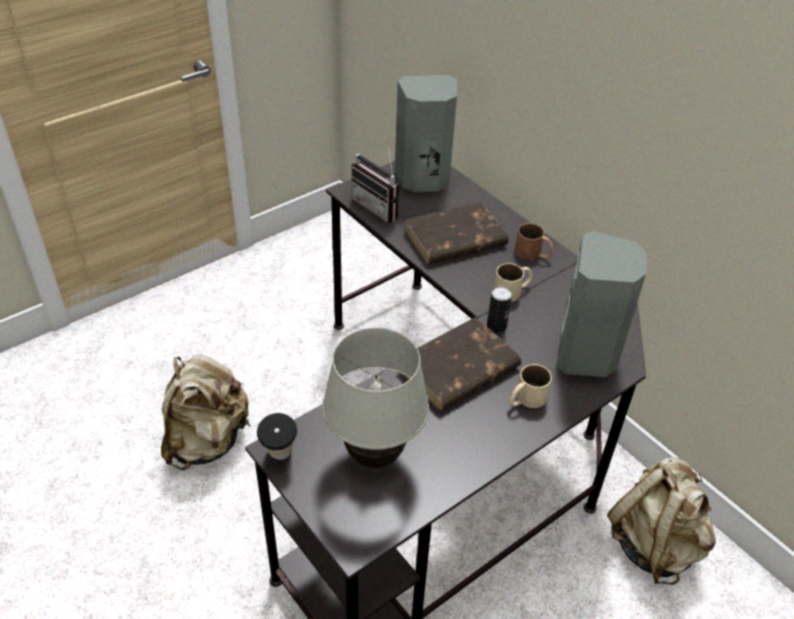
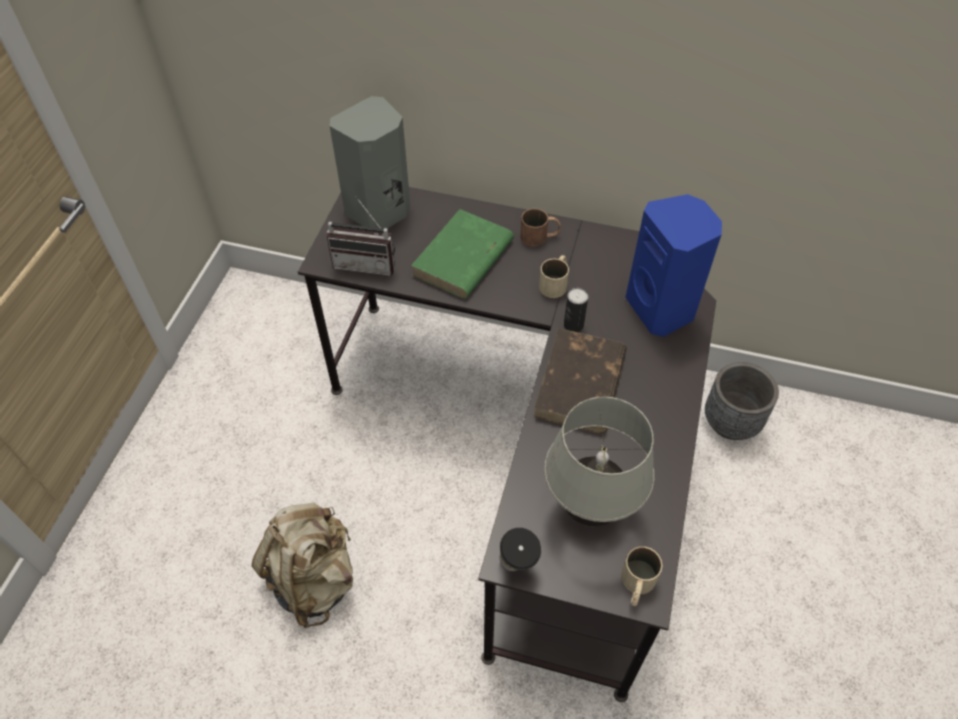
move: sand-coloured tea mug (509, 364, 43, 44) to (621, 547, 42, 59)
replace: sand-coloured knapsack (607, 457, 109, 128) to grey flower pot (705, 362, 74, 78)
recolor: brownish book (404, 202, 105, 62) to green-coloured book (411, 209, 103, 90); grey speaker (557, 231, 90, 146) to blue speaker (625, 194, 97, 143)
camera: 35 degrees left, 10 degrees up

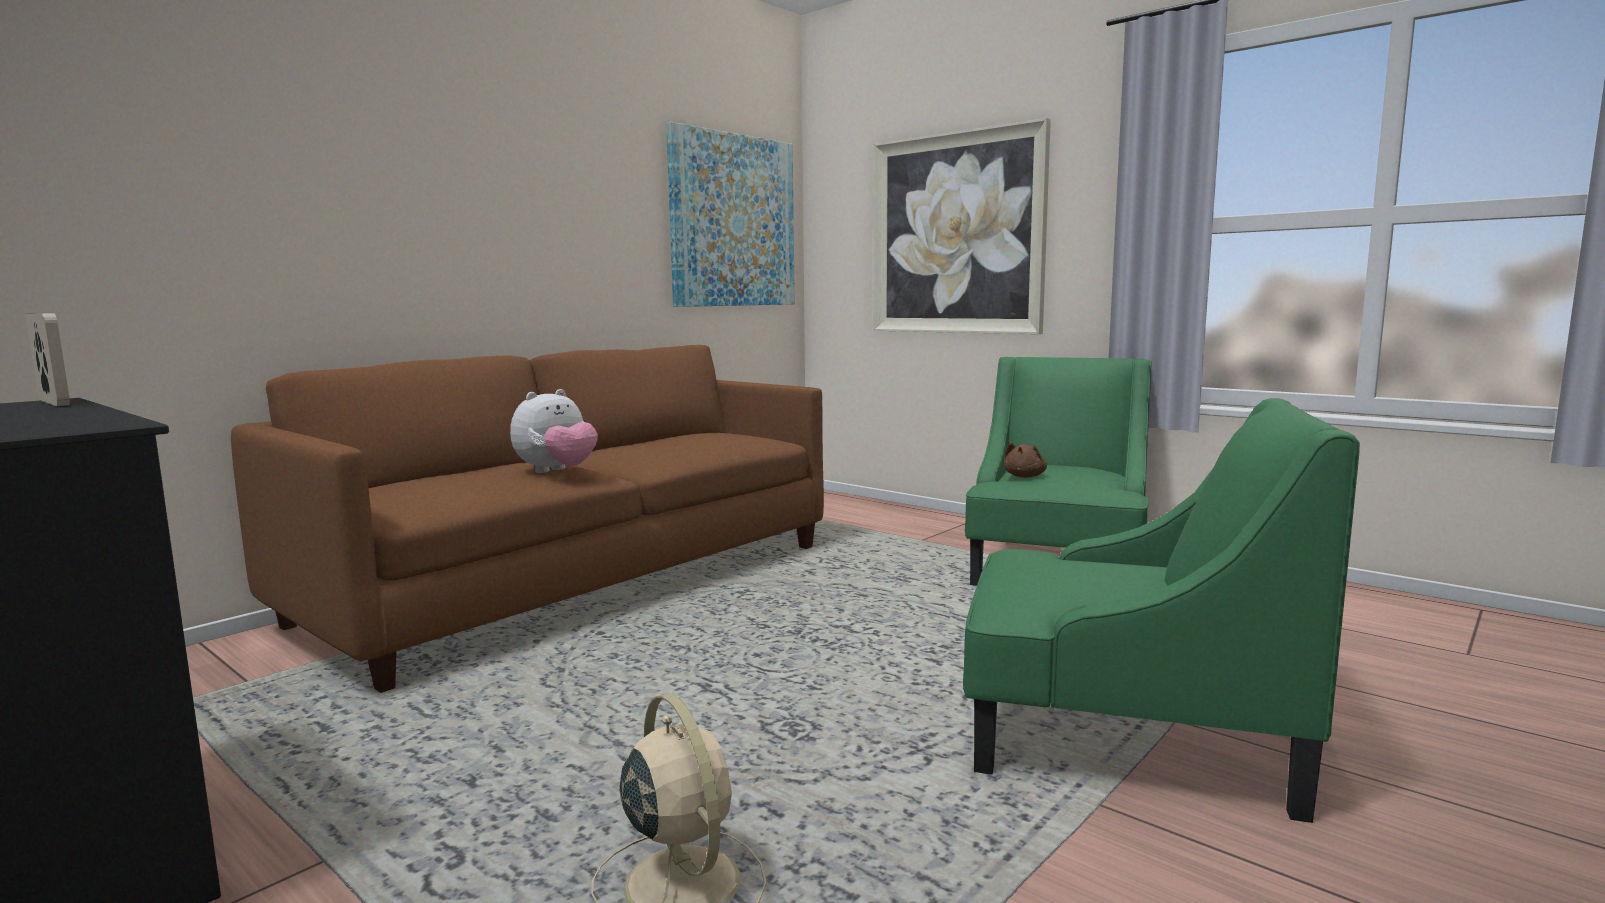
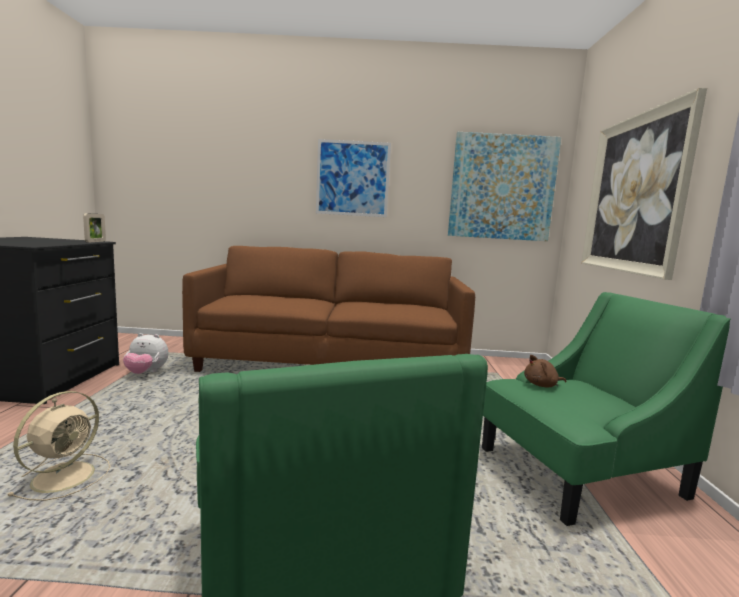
insert: picture (316, 139, 75, 78)
move: cuddly toy (510, 389, 88, 84) to (123, 333, 45, 41)
camera: 50 degrees right, 0 degrees up

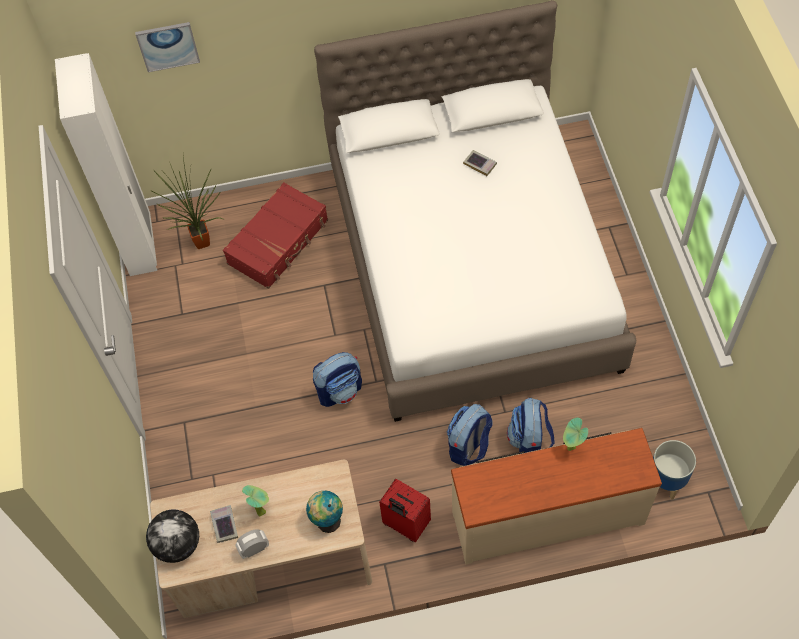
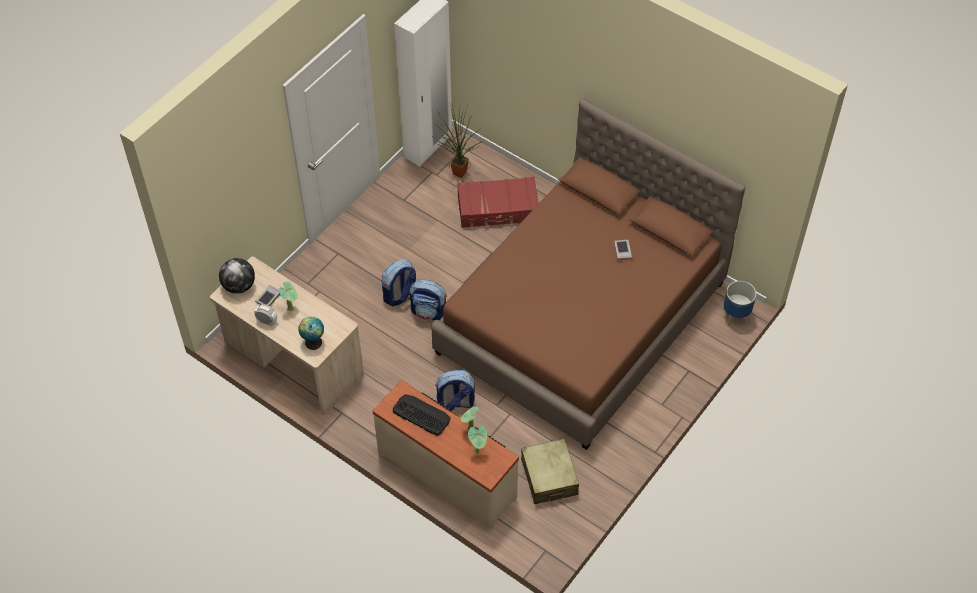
delete: picture (135, 22, 65, 50); red suitcase (379, 479, 52, 63)
insert: keyboard (393, 394, 58, 42); potted plant (468, 425, 19, 29); sand-coloured suitcase (521, 439, 58, 65)
move: knapsack (507, 398, 48, 56) to (382, 259, 34, 47); flower pot (653, 440, 43, 60) to (723, 281, 33, 45)
recolor: white bedroom bed (314, 0, 322, 422) to brownish bedroom bed (432, 98, 314, 352)
camera: 45 degrees right, 5 degrees down

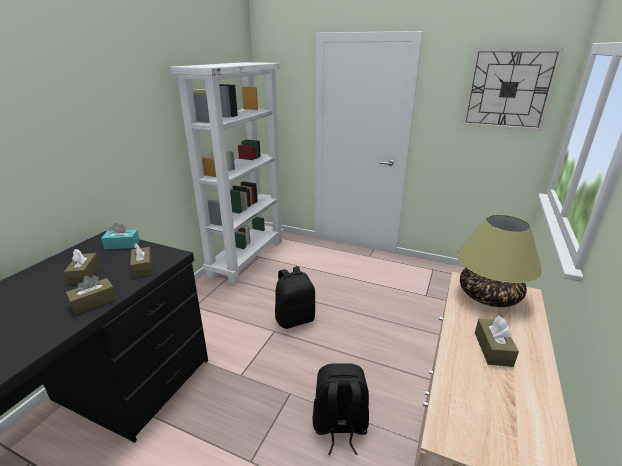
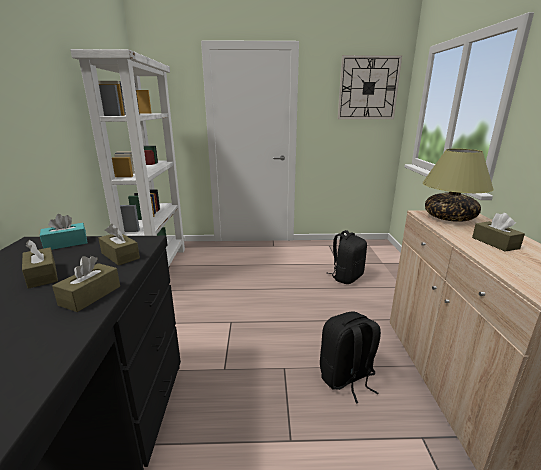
move: blackish knapsack (275, 266, 40, 63) to (327, 230, 40, 54)
camera: 25 degrees left, 5 degrees down

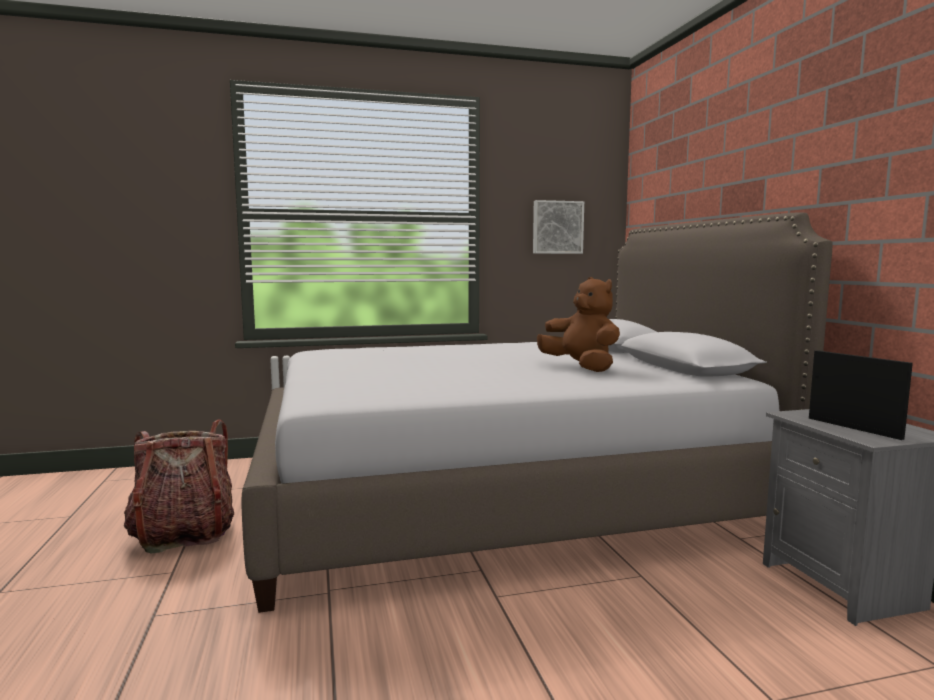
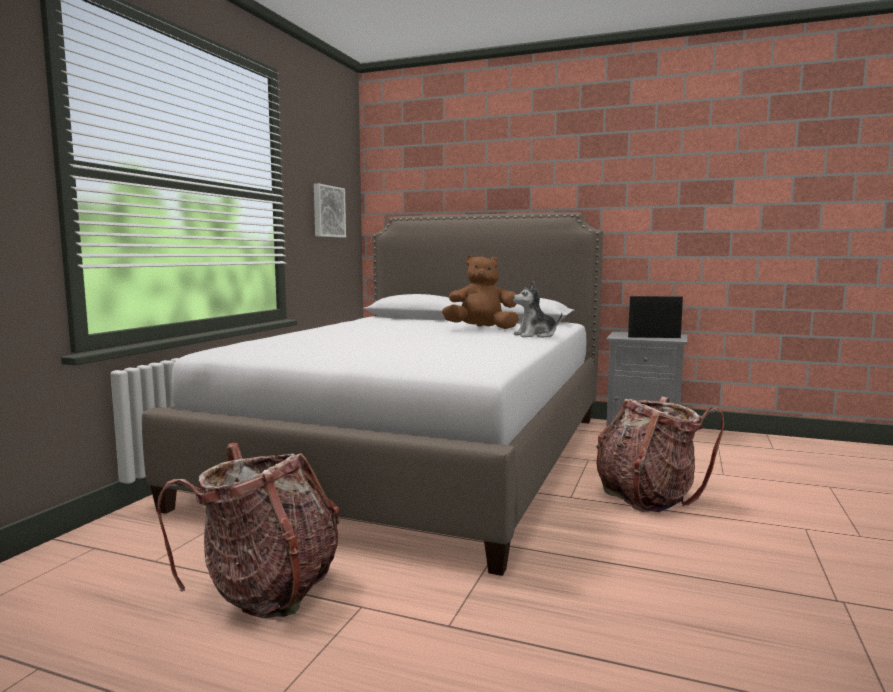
insert: cuddly toy (513, 281, 49, 57); knapsack (596, 396, 128, 116)
camera: 55 degrees left, 0 degrees up

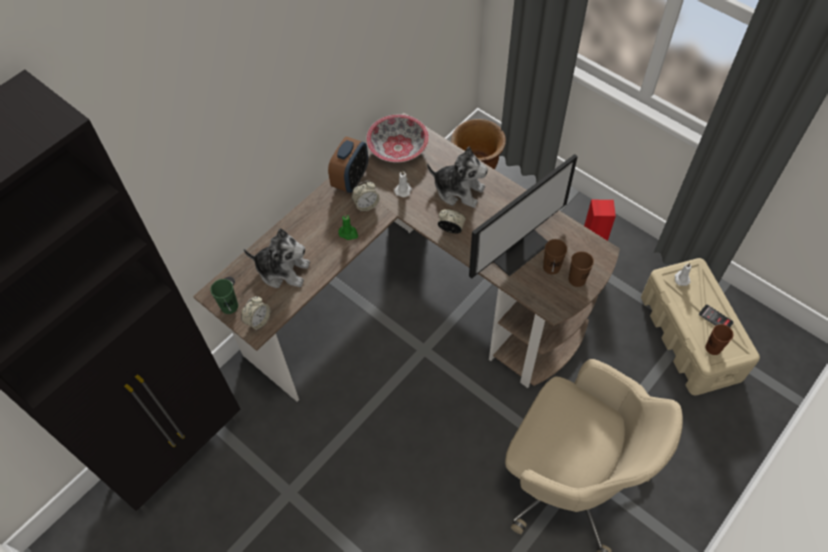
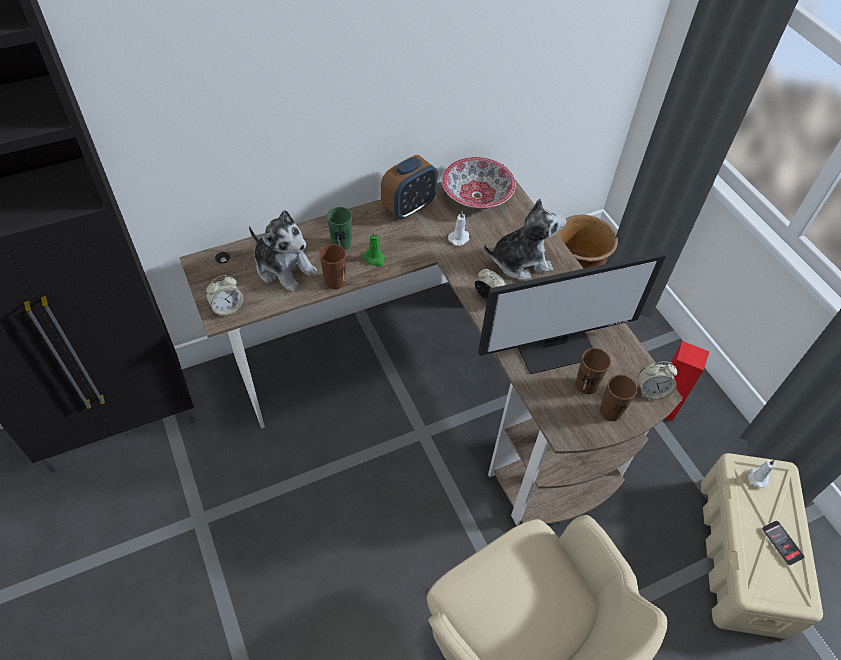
move: green-coloured cup (210, 279, 28, 35) to (327, 207, 25, 43); alarm clock (352, 181, 28, 31) to (638, 361, 40, 39); brownish cup (705, 324, 28, 31) to (320, 244, 26, 45)
rotate: cuddly toy (427, 147, 61, 61) = (484, 199, 82, 81) 60 degrees counterclockwise
camera: 20 degrees right, 5 degrees down

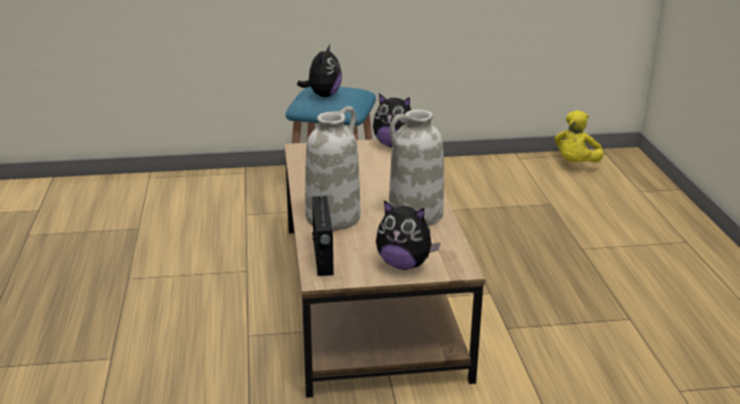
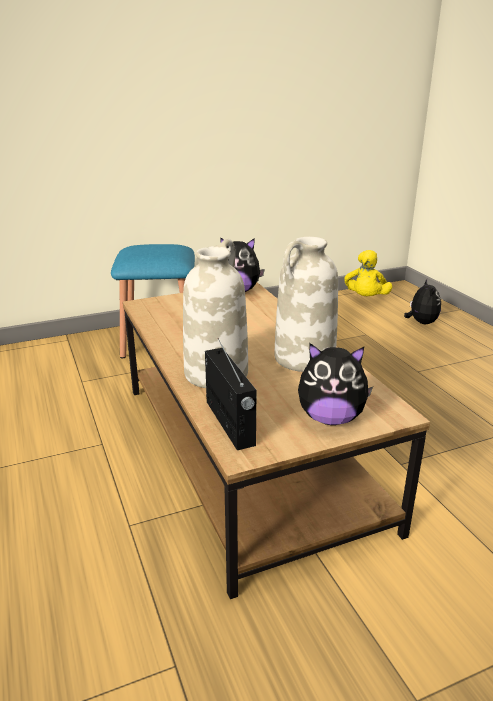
move: cuddly toy (297, 45, 45, 52) to (404, 279, 37, 45)
camera: 15 degrees left, 0 degrees up

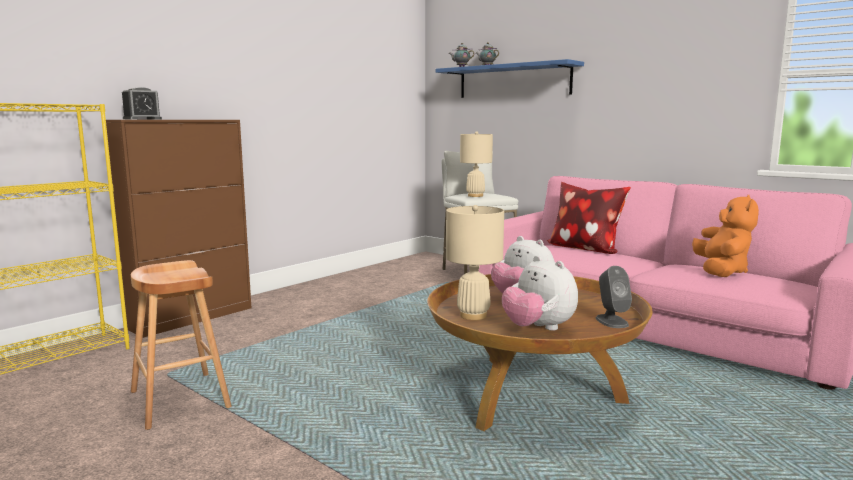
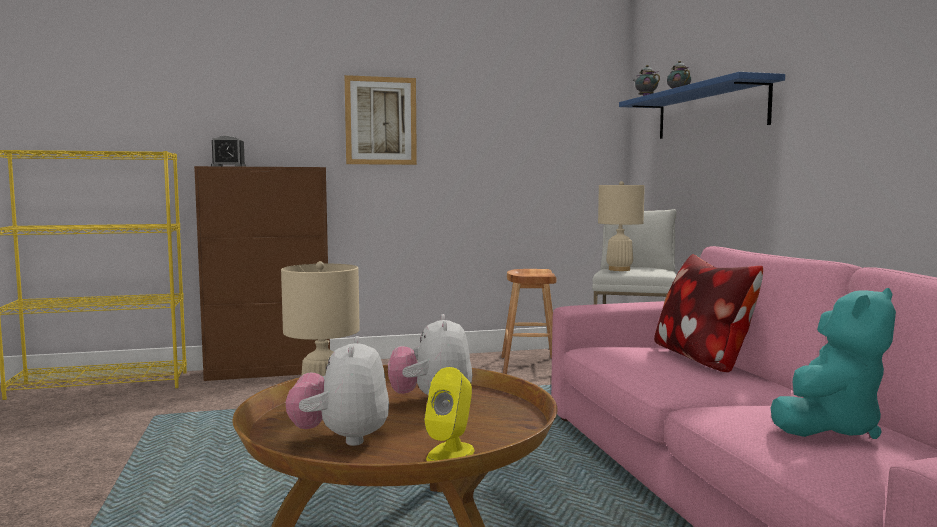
insert: picture (345, 75, 72, 90)
move: brownish sitting stool (131, 260, 101, 170) to (501, 269, 55, 105)
recolor: grey speaker (596, 266, 36, 62) to yellowish speaker (424, 367, 50, 94); orange cuddly toy (692, 195, 67, 82) to blue-green cuddly toy (771, 288, 125, 151)
camera: 35 degrees right, 5 degrees down

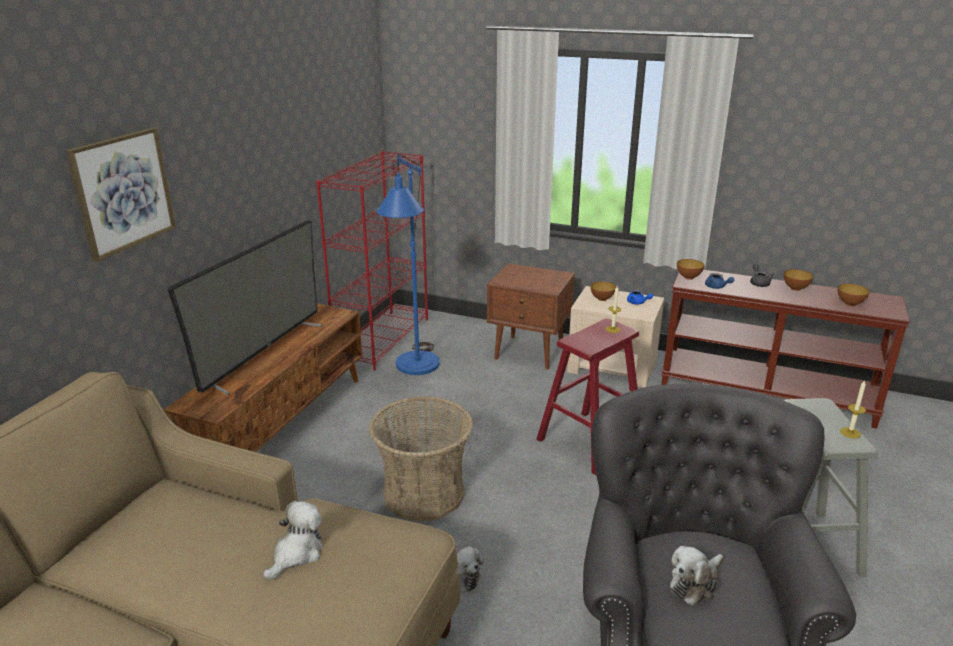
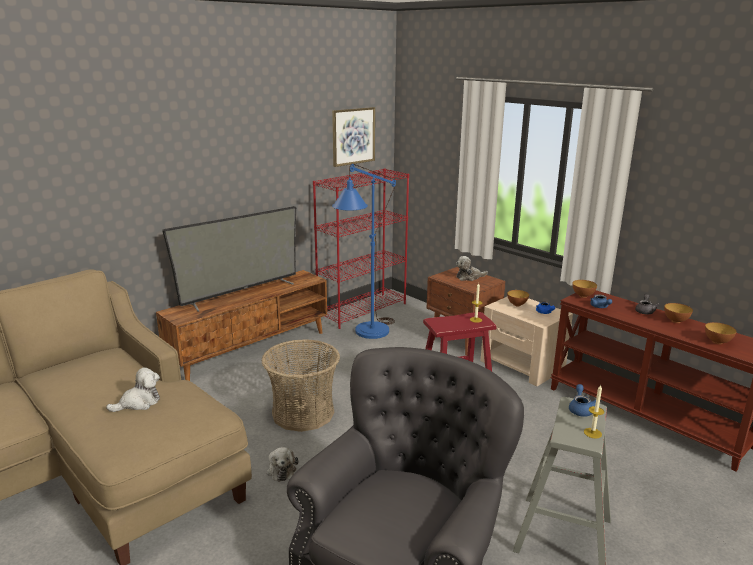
insert: blue pot for tea (569, 384, 27, 33)
move: picture (66, 127, 110, 135) to (332, 107, 43, 60); cuddly toy (670, 546, 53, 60) to (456, 256, 32, 25)
camera: 25 degrees right, 5 degrees down

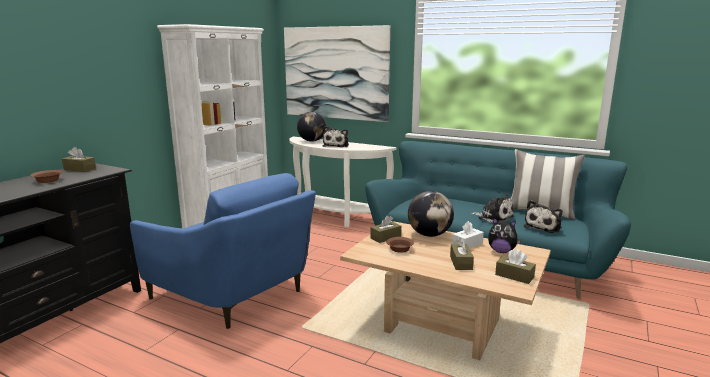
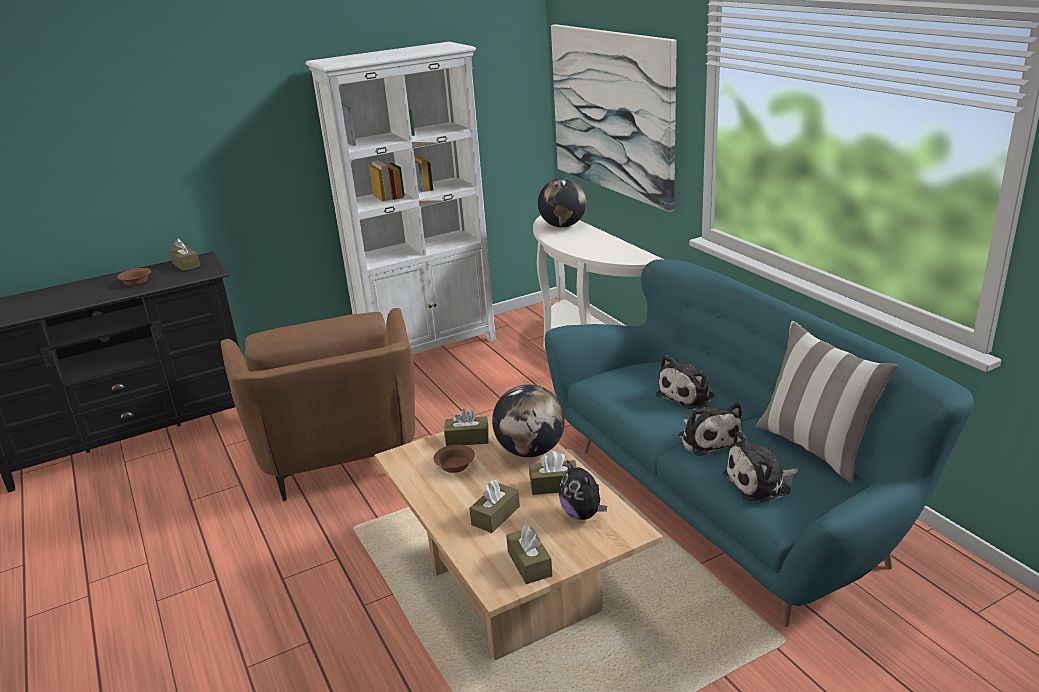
move: cuddly toy (323, 126, 26, 21) to (656, 355, 59, 54)
recolor: blue armchair (130, 173, 186, 156) to brownish armchair (220, 308, 195, 193); white tissue holder (452, 221, 32, 28) to brownish tissue holder (529, 451, 48, 44)
camera: 35 degrees right, 10 degrees up

